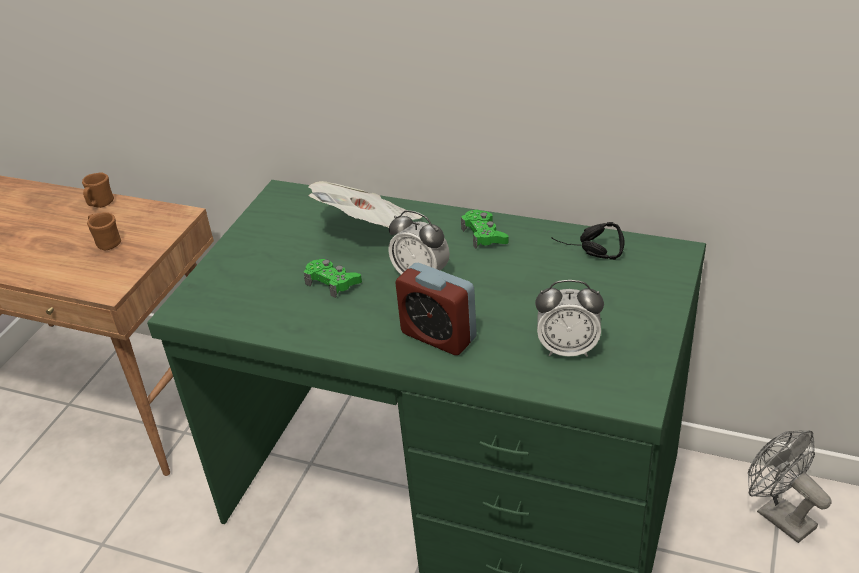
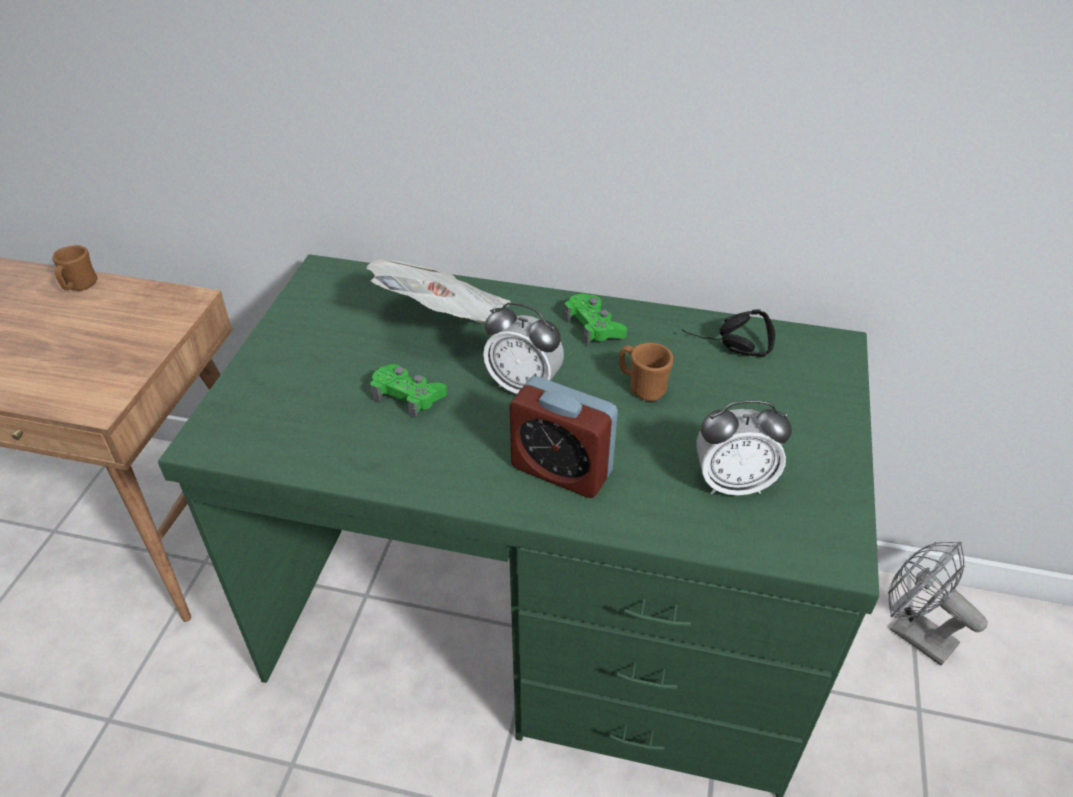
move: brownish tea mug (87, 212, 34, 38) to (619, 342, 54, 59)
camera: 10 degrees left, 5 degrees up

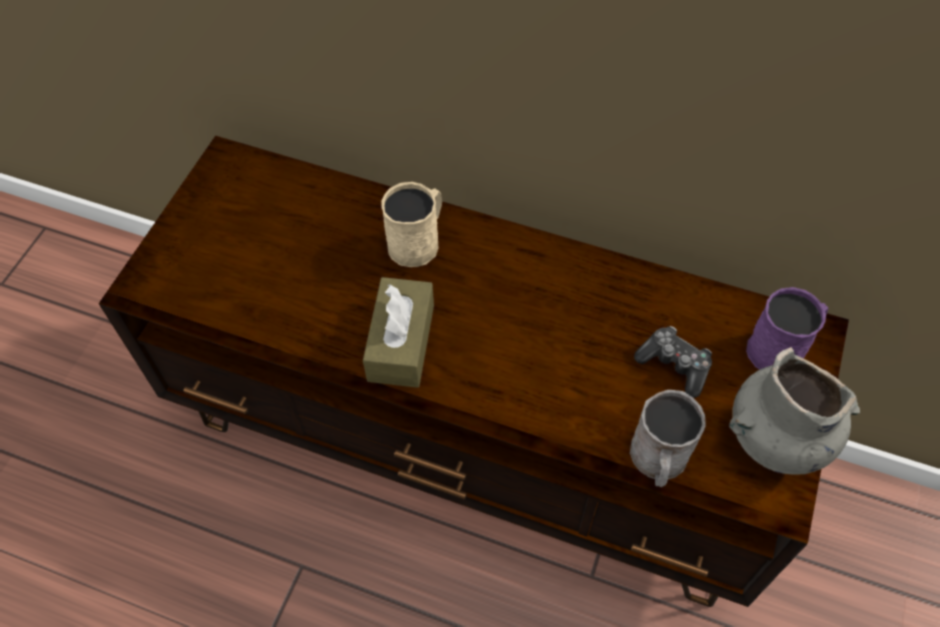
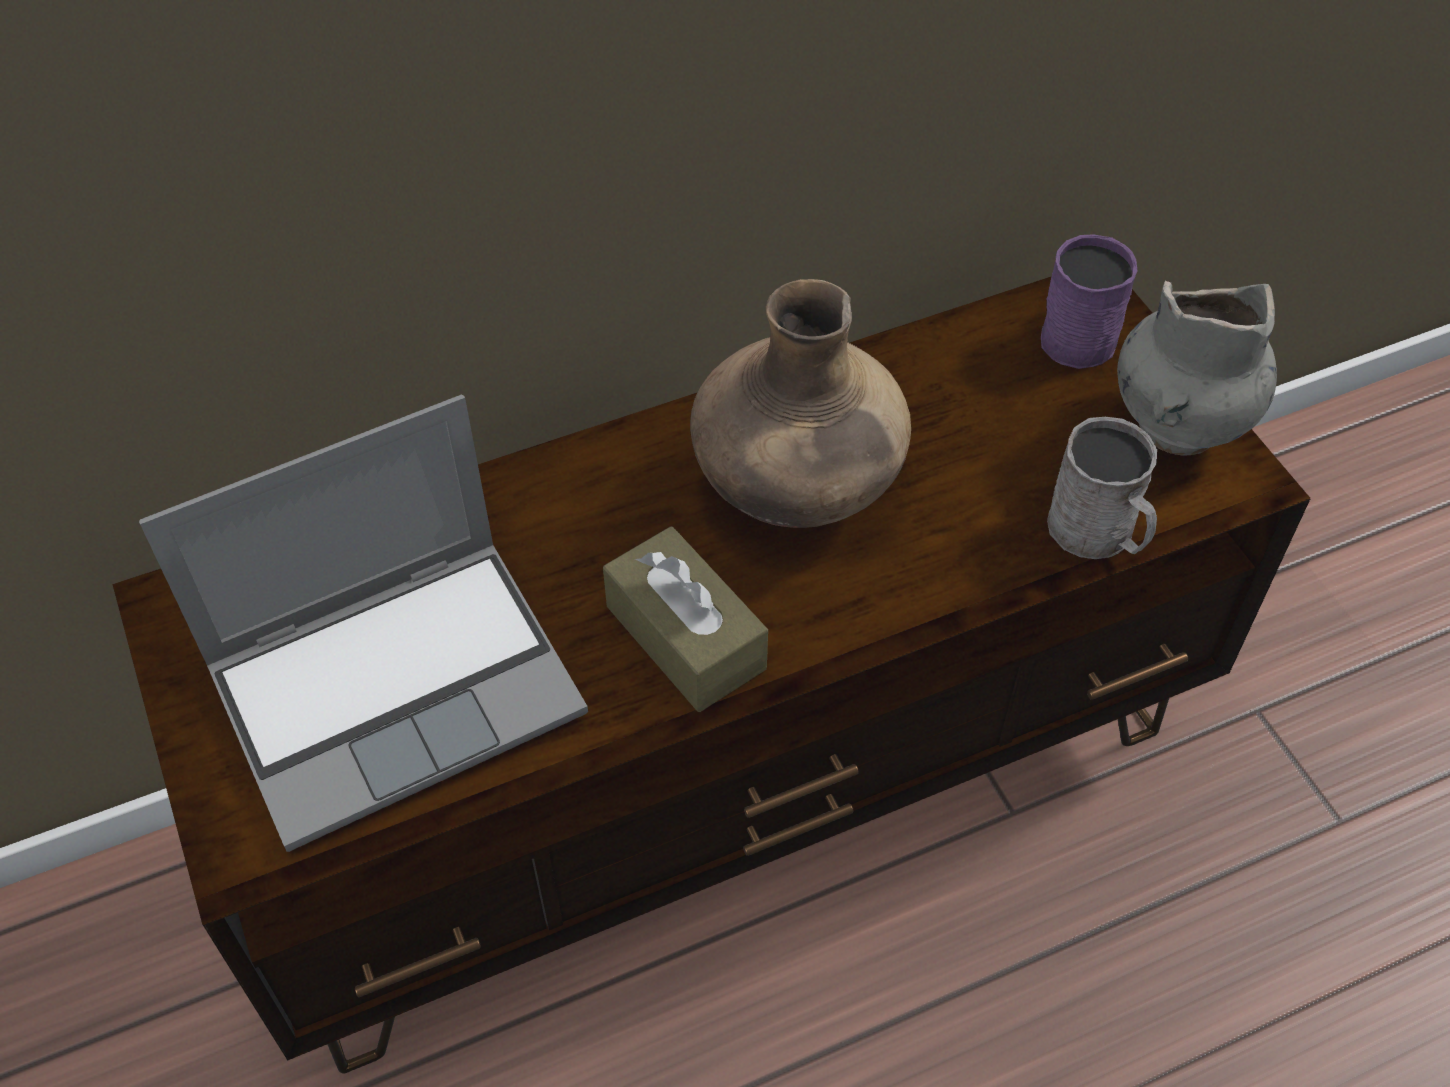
delete: sand-coloured tea mug (381, 182, 61, 85); game controller (634, 326, 78, 72)
insert: portable computer (139, 395, 449, 457); brownish decorative vase (690, 279, 221, 249)
camera: 45 degrees left, 5 degrees down

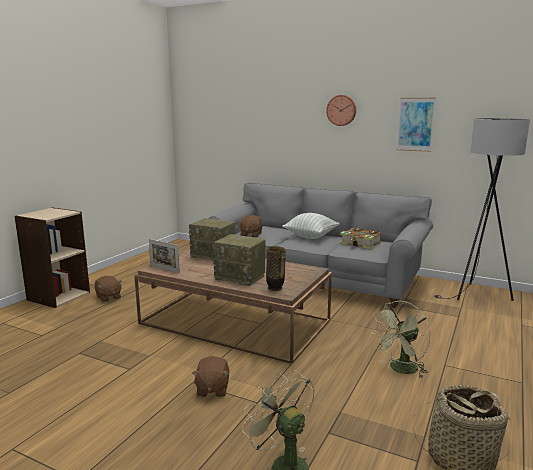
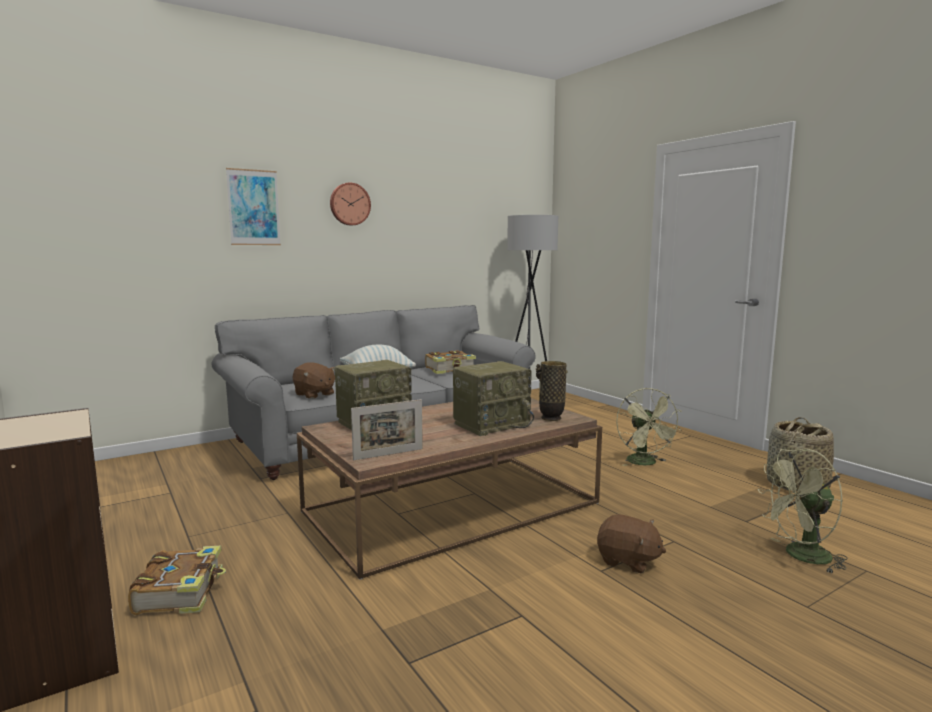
move: picture (397, 98, 39, 54) to (226, 168, 55, 77)
replace: brownish cuddly toy (95, 276, 27, 26) to book (128, 546, 98, 69)
camera: 60 degrees left, 5 degrees down

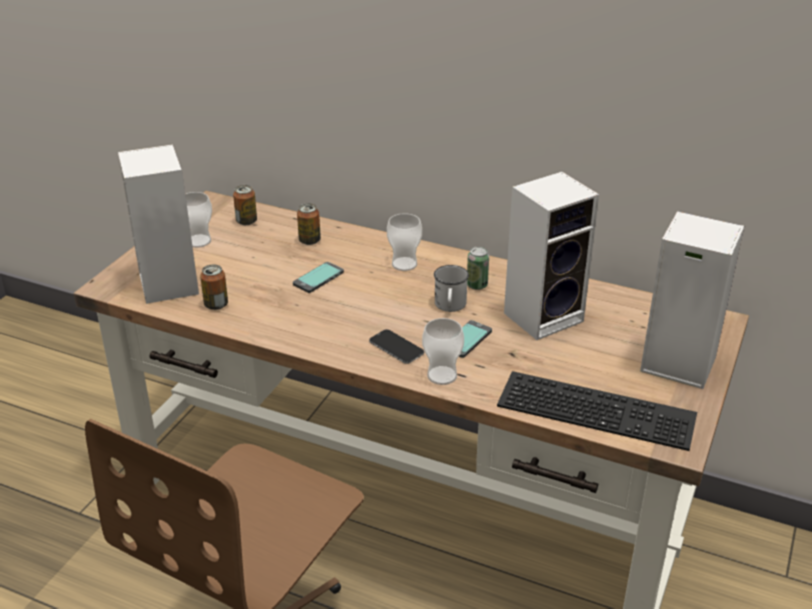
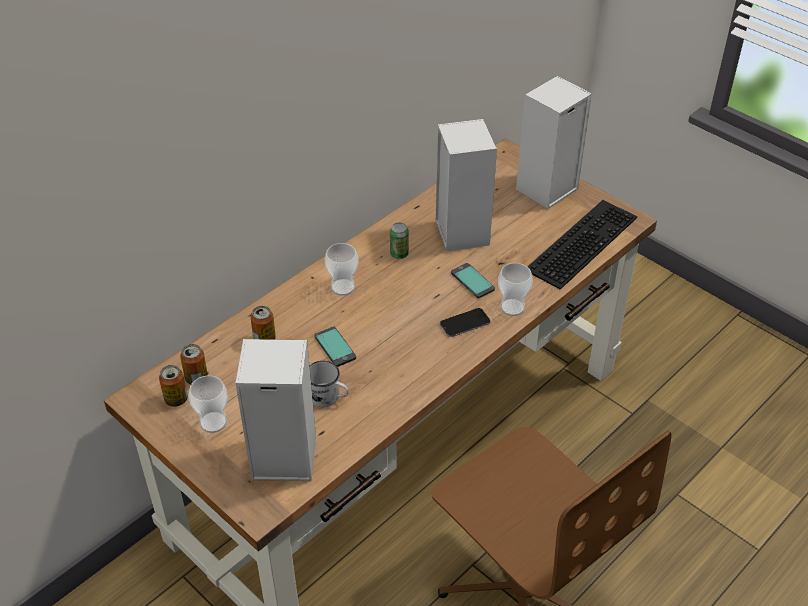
move: can (200, 264, 28, 46) to (159, 365, 29, 42); white tea mug (434, 265, 35, 47) to (309, 361, 40, 46)
camera: 70 degrees left, 10 degrees up

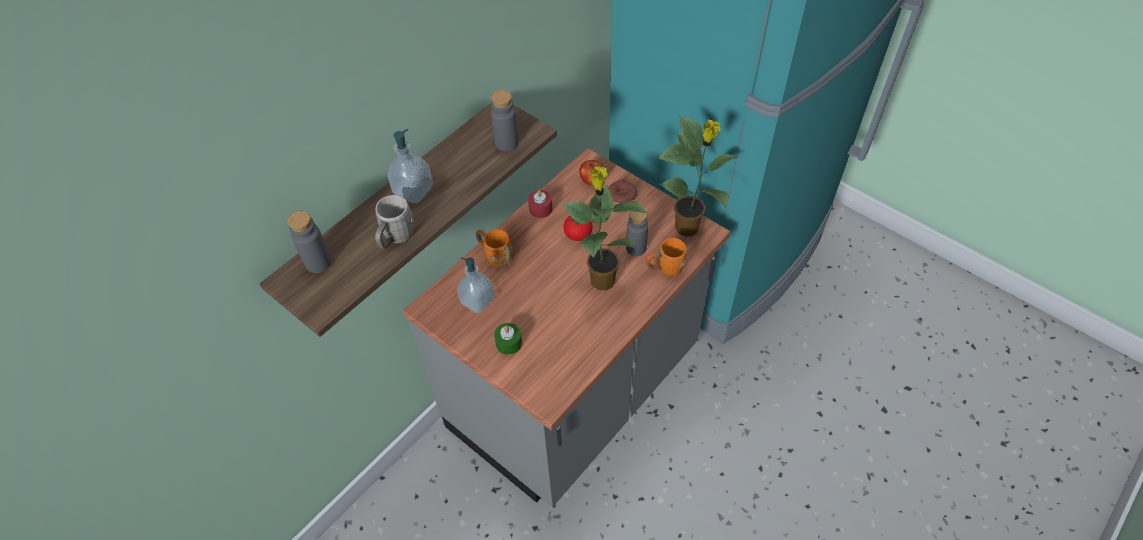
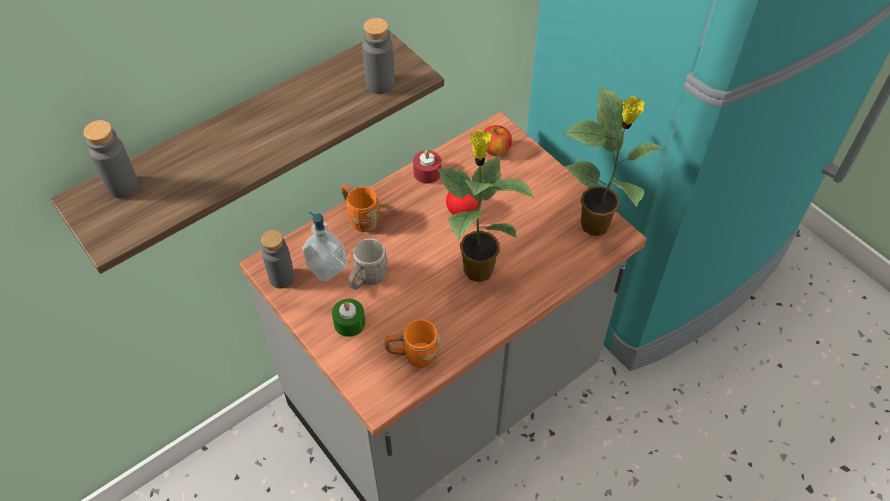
delete: soap bottle (387, 129, 46, 74); doughnut (608, 180, 29, 24)
move: grey tea mug (375, 195, 39, 54) to (348, 239, 40, 51); grey bottle (626, 211, 22, 45) to (261, 230, 34, 59); orange tea mug (646, 238, 42, 38) to (385, 319, 55, 49)
camera: 10 degrees right, 0 degrees up

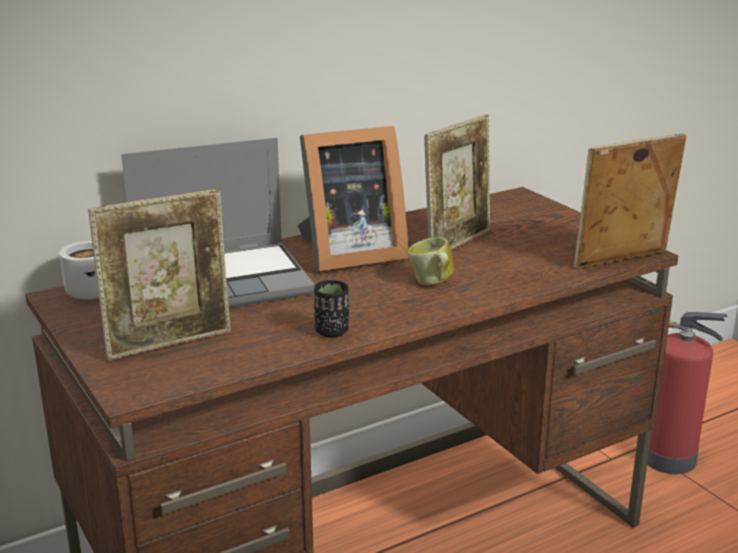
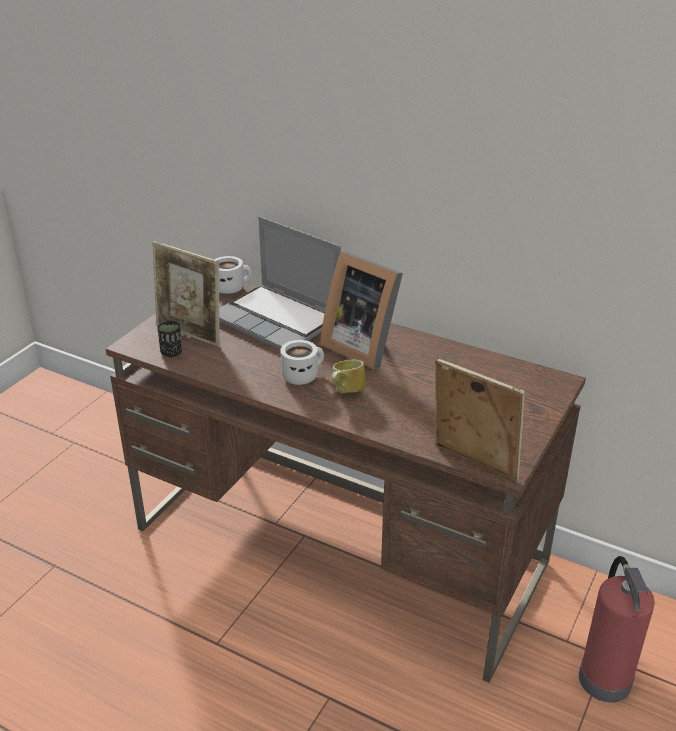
delete: standing frame (424, 114, 67, 136)
insert: white tea mug (280, 340, 44, 45)
move: blackish cup (314, 280, 35, 57) to (157, 320, 25, 37)
camera: 60 degrees right, 10 degrees up

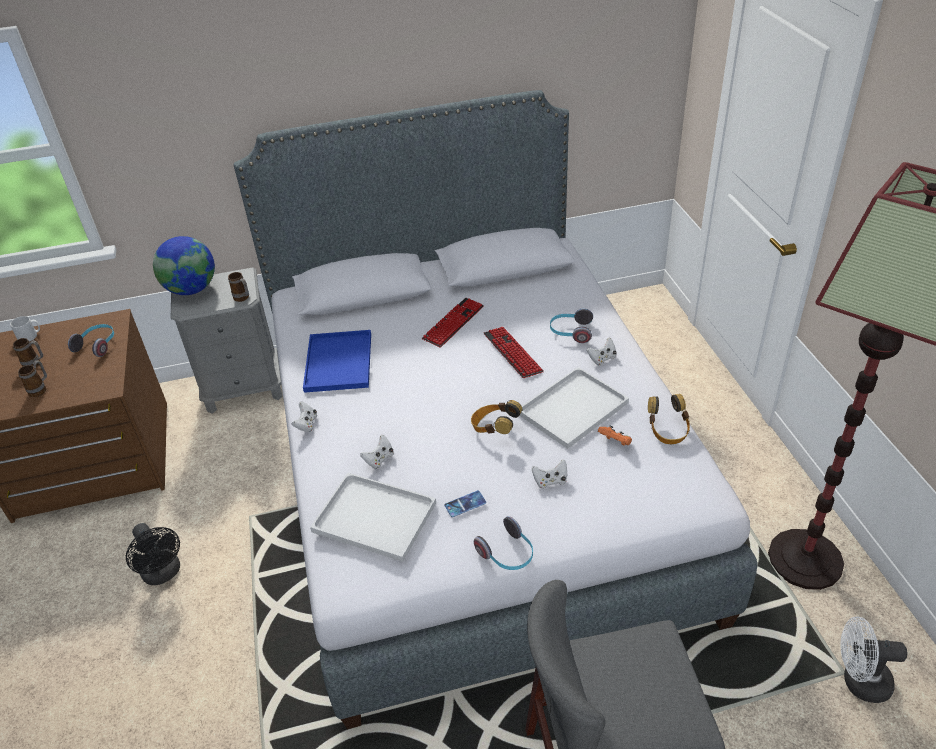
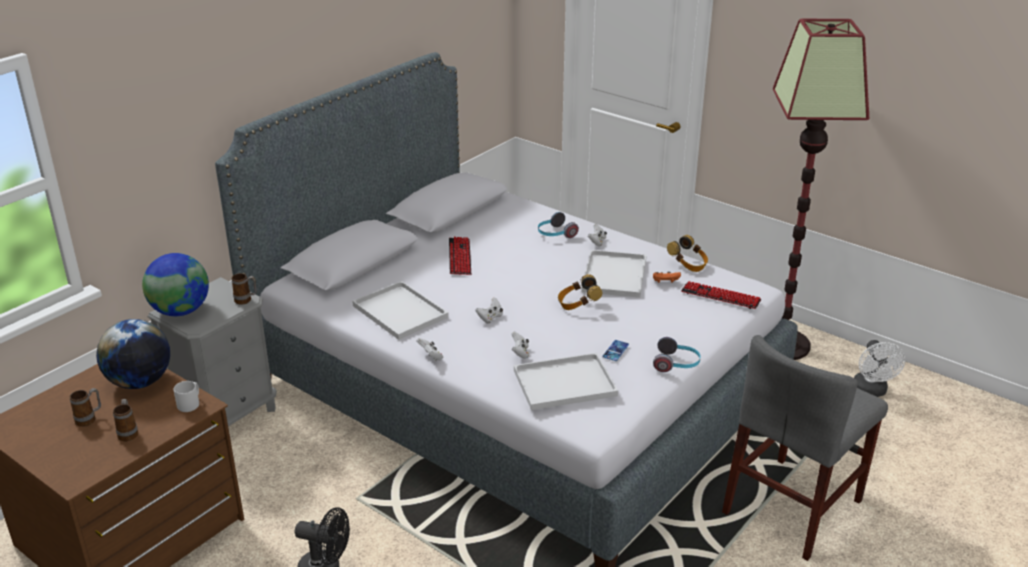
move: grey tea mug (10, 316, 30, 26) to (173, 381, 26, 31); keyboard (484, 327, 60, 51) to (681, 281, 80, 28); white game controller (532, 459, 35, 30) to (475, 297, 28, 26)
replace: pair of headphones (68, 324, 46, 33) to desk globe (96, 319, 74, 70)
recolor: blue tray (303, 330, 68, 63) to white tray (352, 281, 97, 59)
rotate: white cooling fan (840, 616, 67, 87) = (854, 340, 51, 57) 60 degrees counterclockwise
camera: 40 degrees left, 10 degrees down

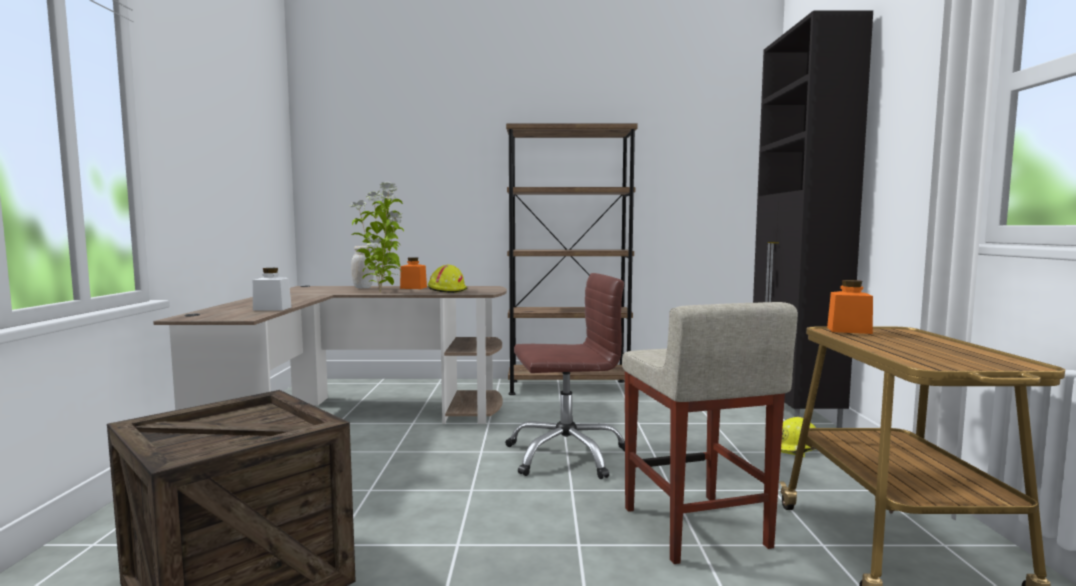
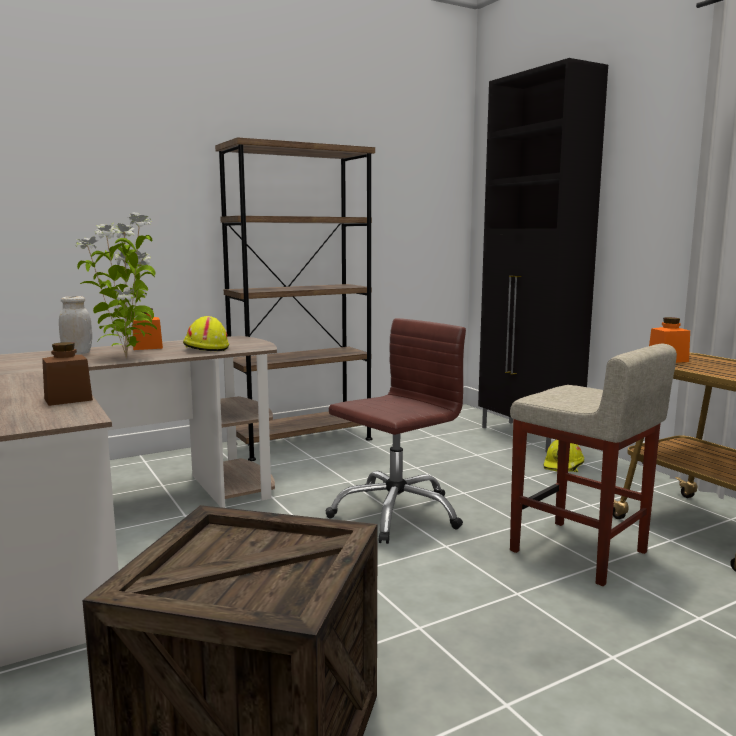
recolor: white storage jar (253, 268, 38, 43) to brownish storage jar (42, 342, 51, 64)
camera: 30 degrees left, 5 degrees up

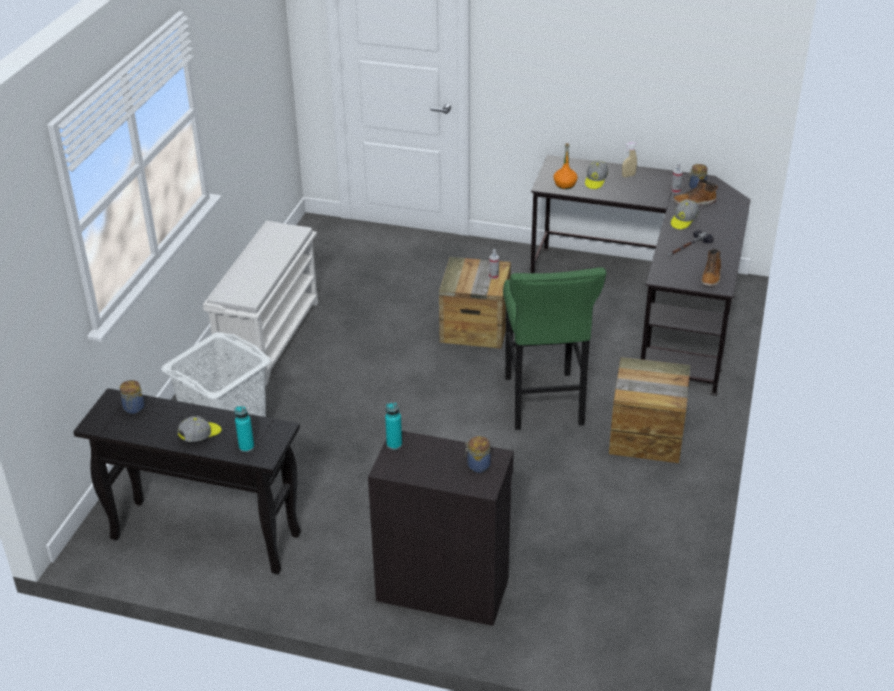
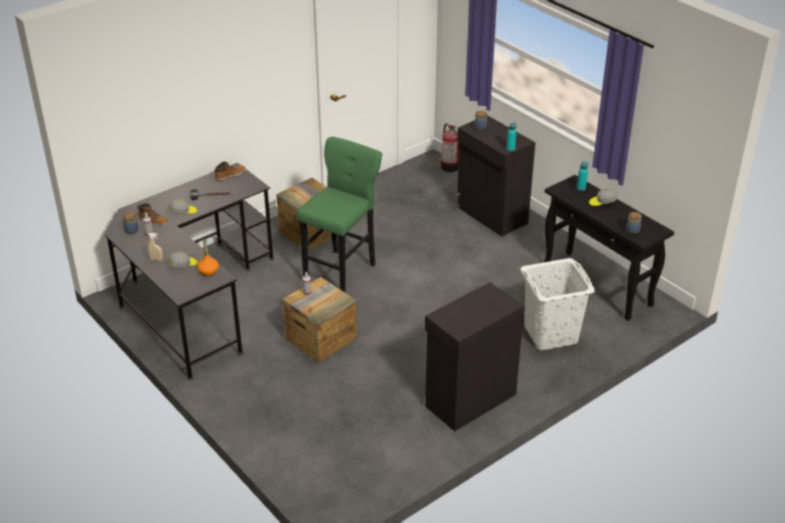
insert: fire extinguisher (441, 123, 18, 49)
replace: white shoe shelf (203, 221, 115, 165) to blackish cupboard (425, 282, 99, 149)
camera: 145 degrees left, 0 degrees up

